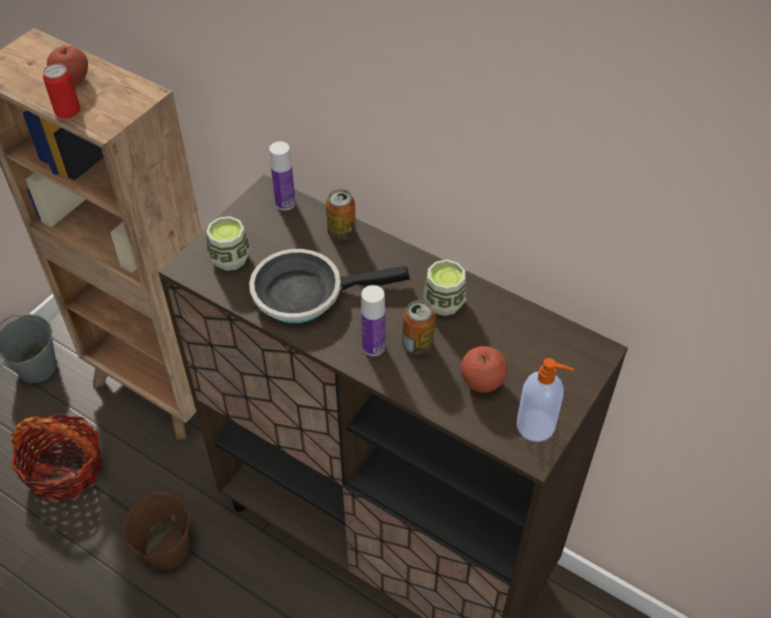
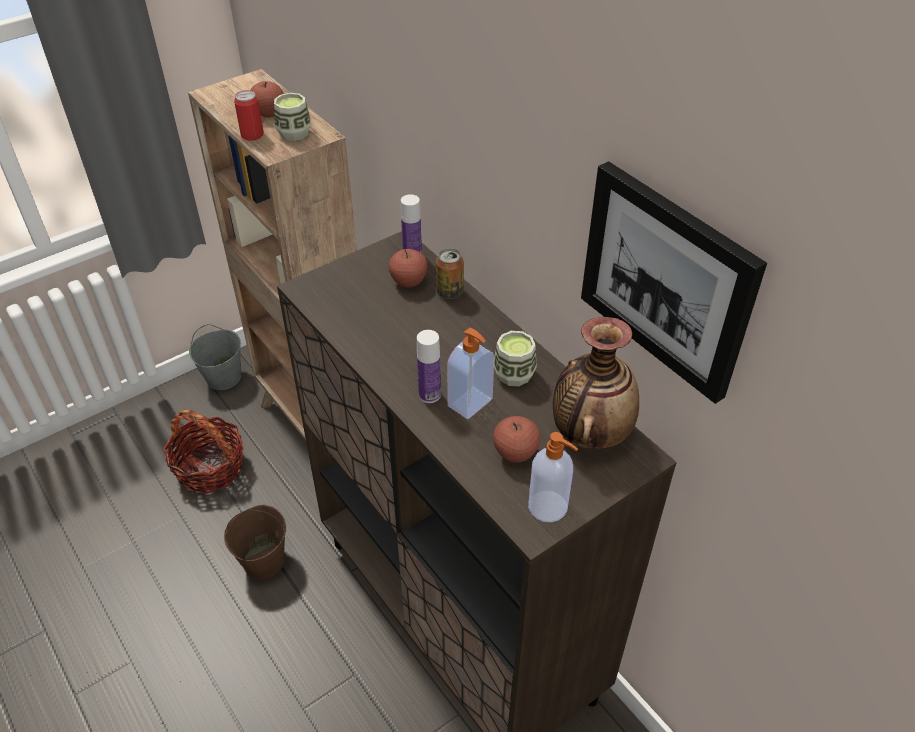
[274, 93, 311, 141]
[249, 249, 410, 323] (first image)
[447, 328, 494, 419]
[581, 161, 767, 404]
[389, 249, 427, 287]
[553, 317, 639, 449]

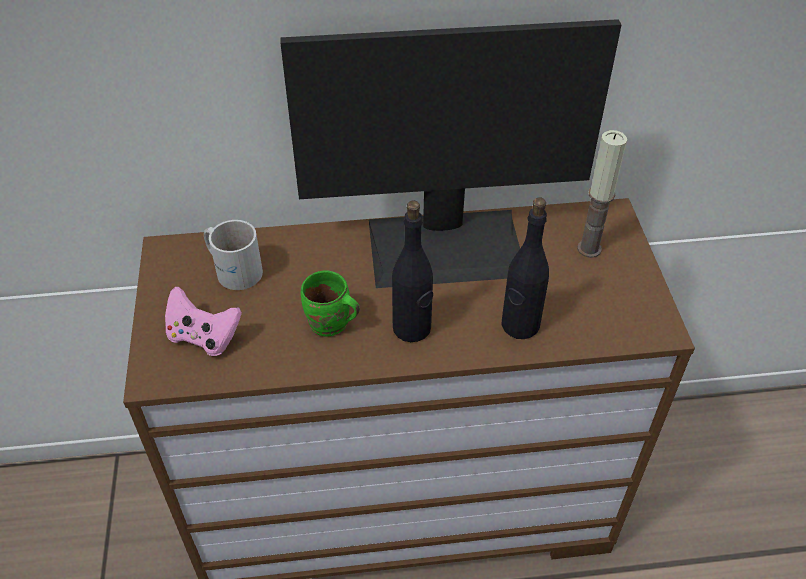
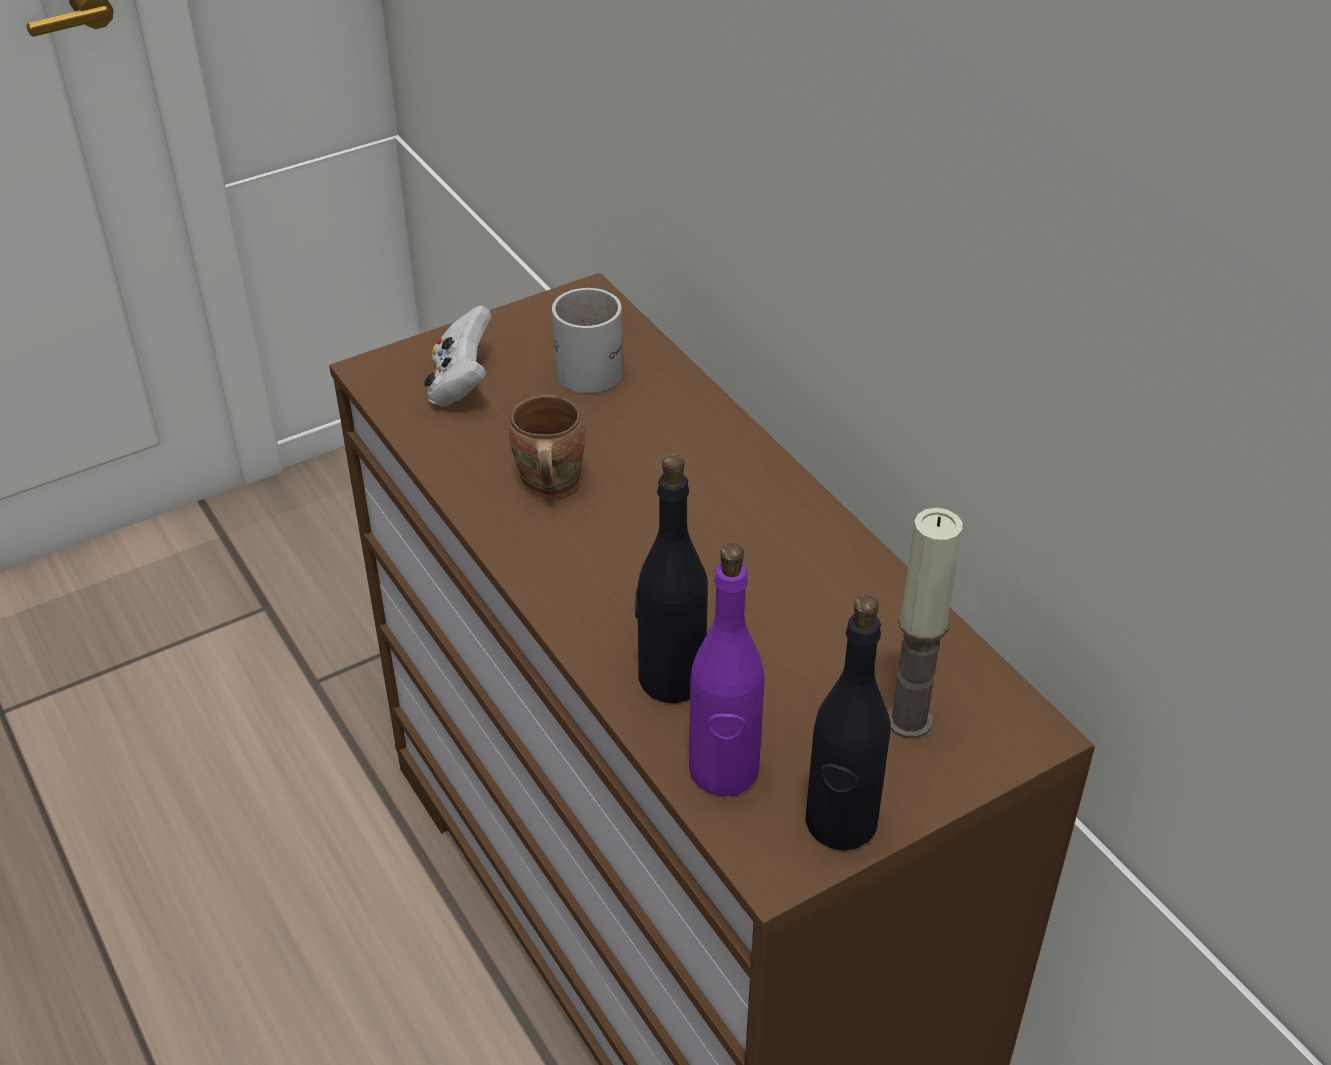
[280, 19, 621, 288] (first image)
[805, 595, 891, 851]
[509, 395, 585, 498]
[424, 306, 491, 407]
[689, 543, 765, 796]

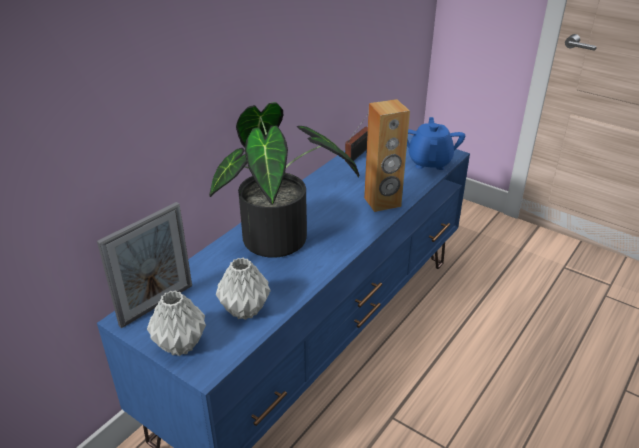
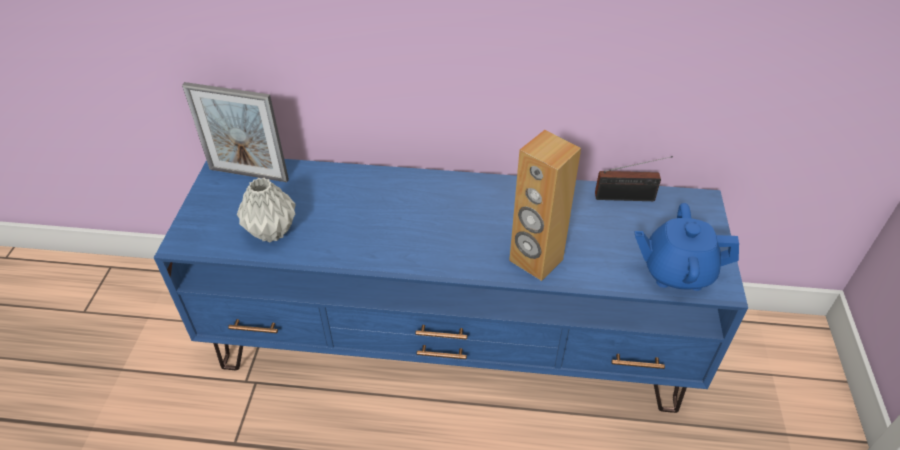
[209, 102, 360, 258] (first image)
[635, 203, 739, 291]
[147, 290, 206, 356] (first image)

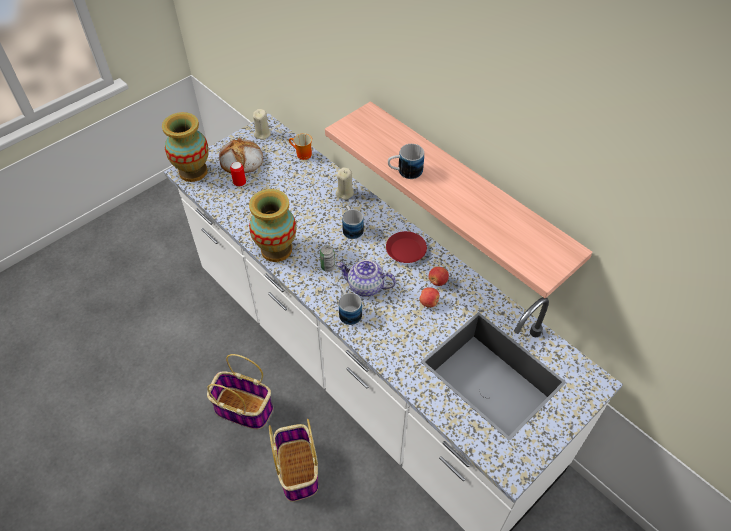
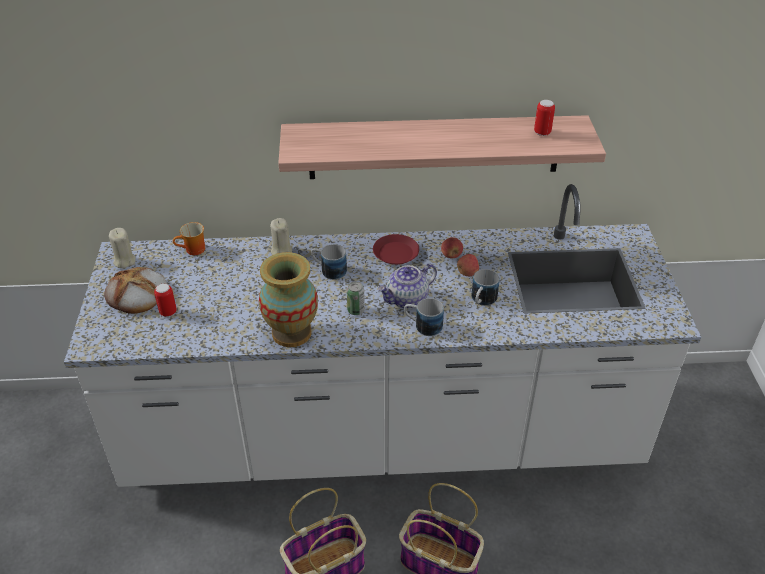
[162, 112, 209, 182] (first image)
[471, 269, 499, 306]
[534, 100, 555, 136]

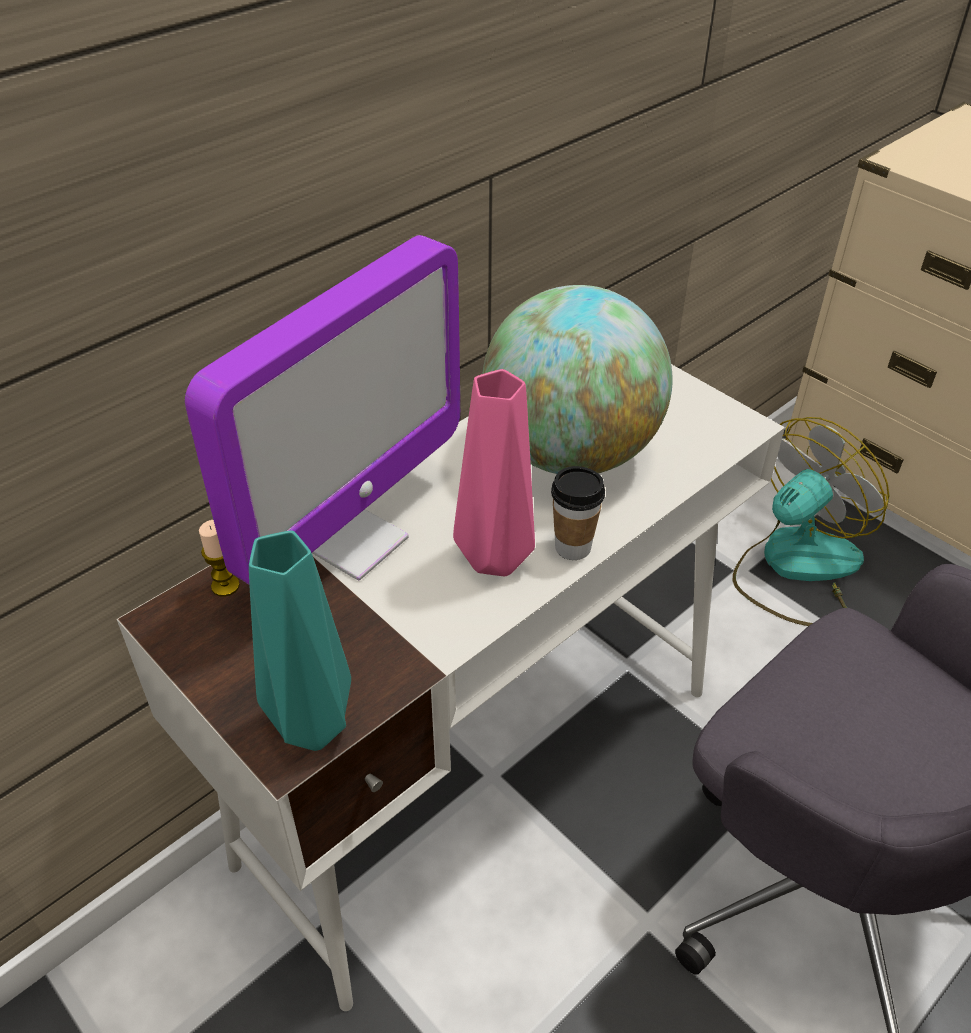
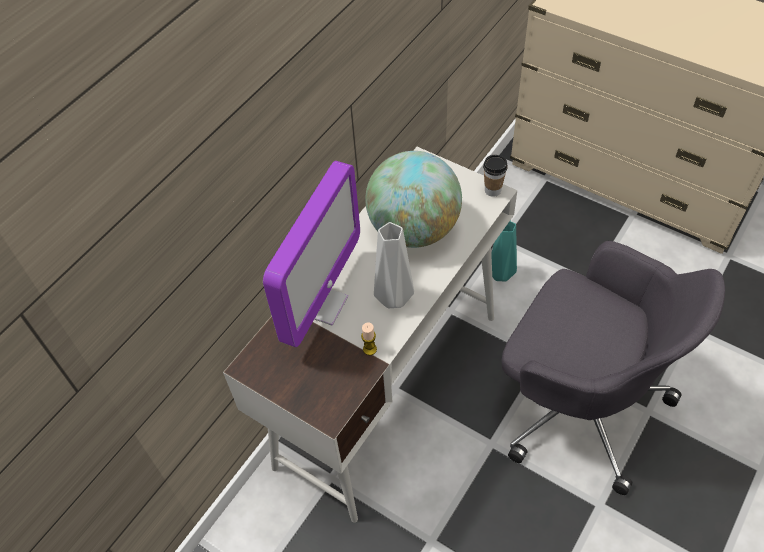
[374, 222, 414, 308]
[733, 417, 889, 626] (first image)
[483, 155, 508, 197]
[361, 322, 377, 355]
[491, 221, 517, 281]

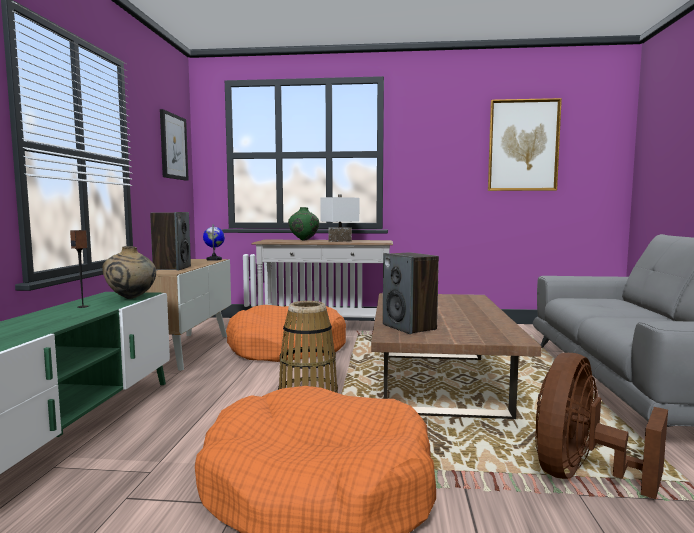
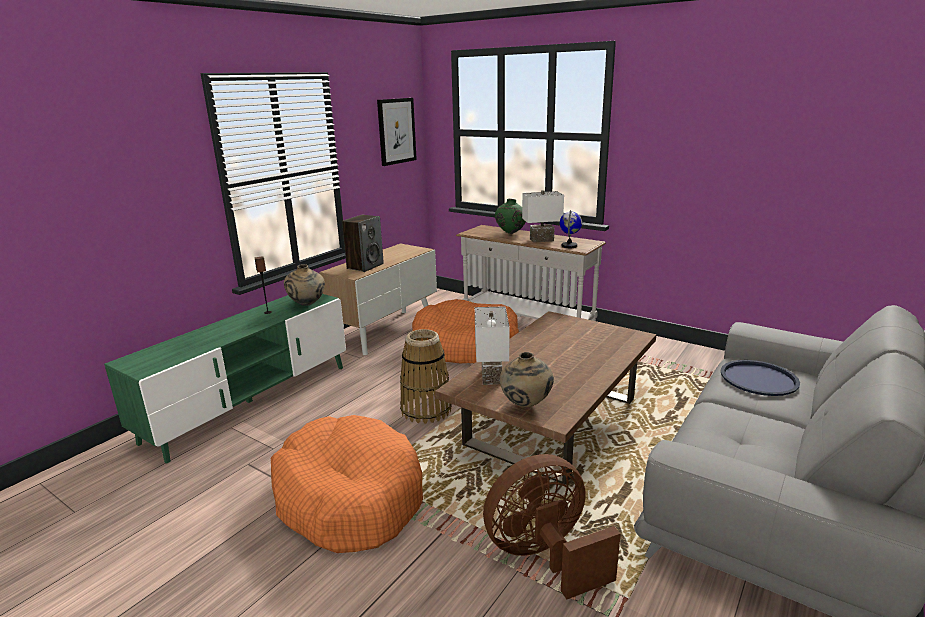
[488, 98, 562, 191] (first image)
[560, 210, 582, 248]
[475, 306, 509, 385]
[500, 352, 554, 407]
[721, 360, 800, 396]

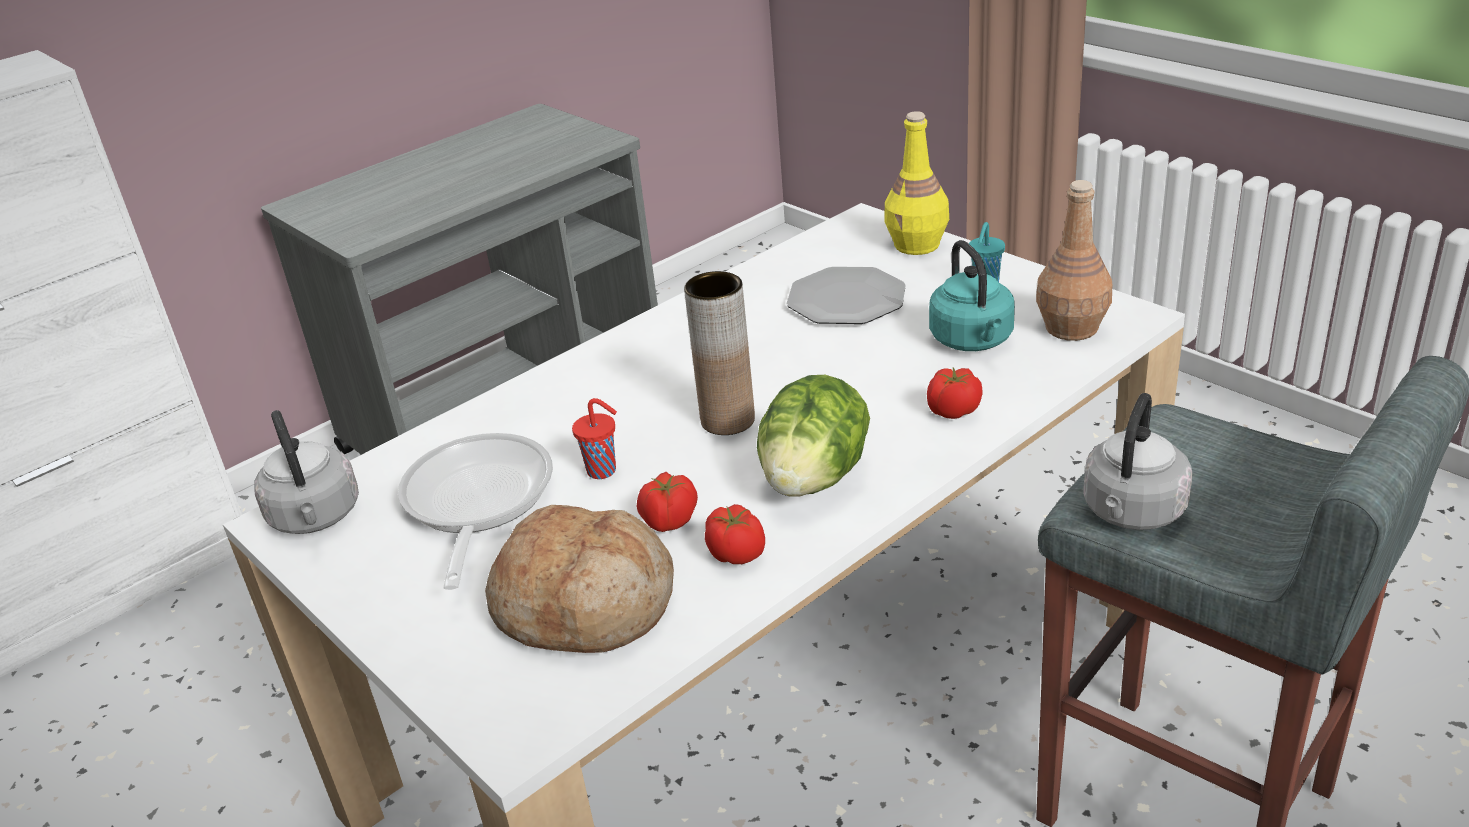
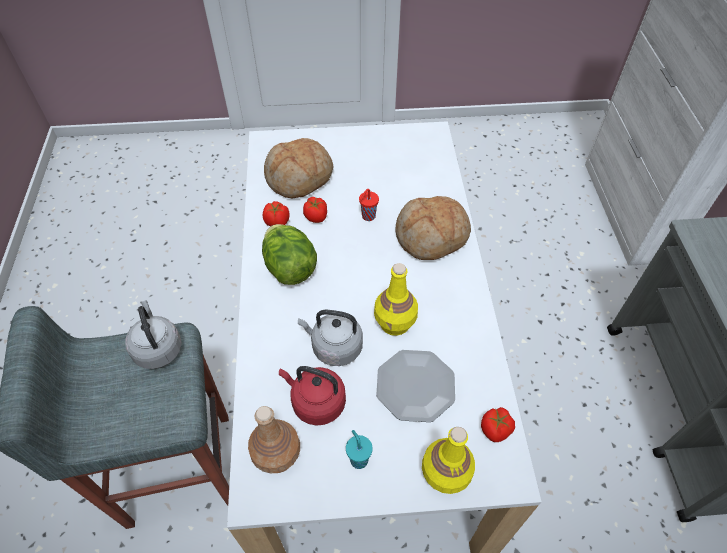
[279, 366, 346, 426]
[684, 271, 755, 435] (first image)
[481, 407, 515, 442]
[298, 310, 363, 366]
[398, 433, 553, 590] (first image)
[395, 196, 471, 260]
[374, 263, 418, 336]

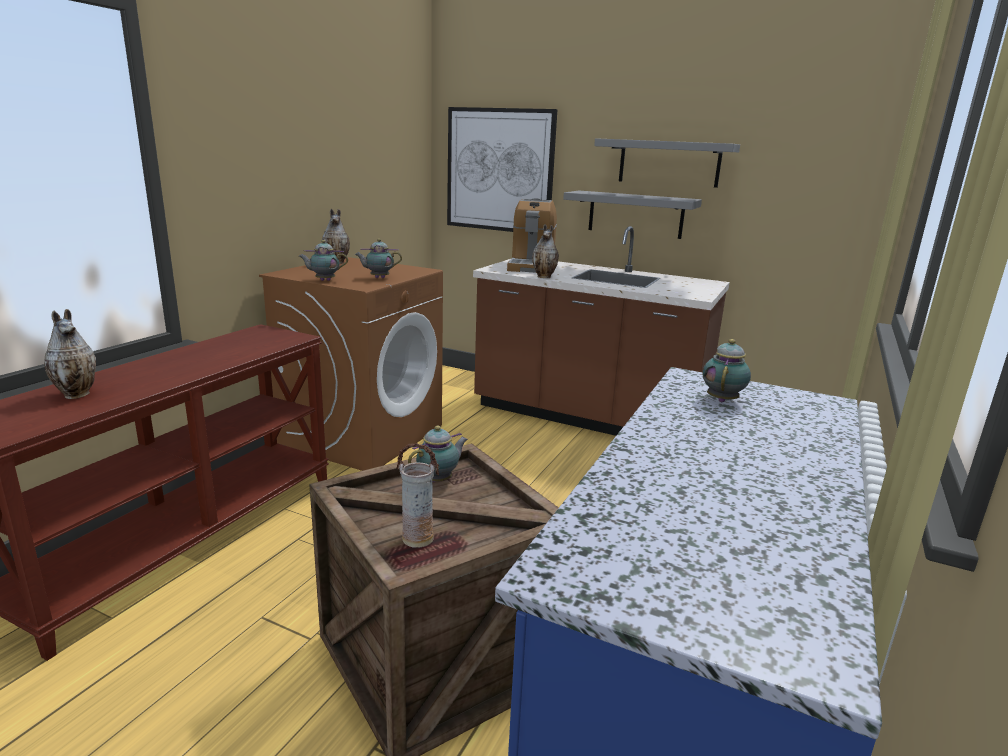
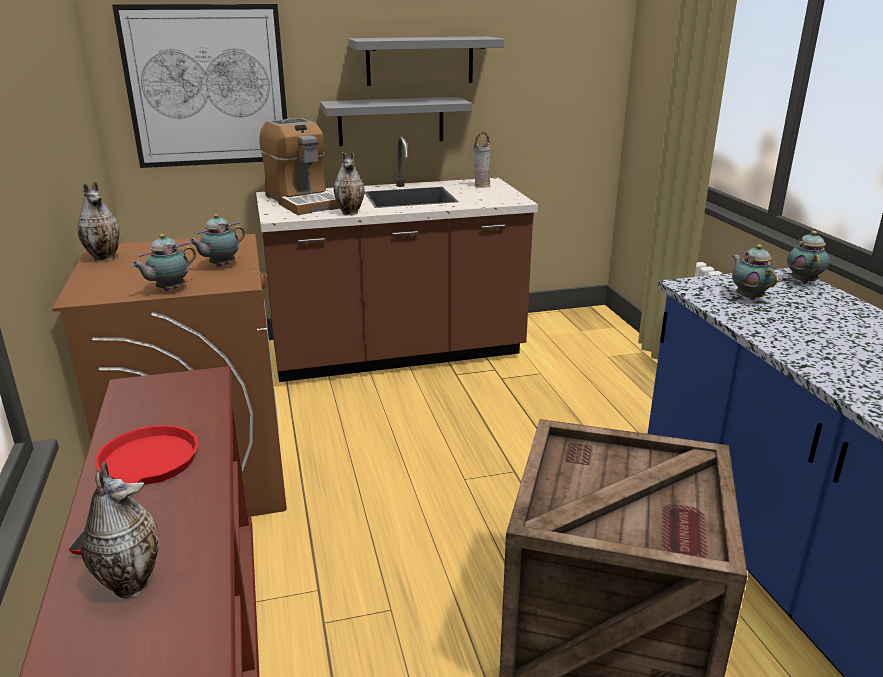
[787, 231, 829, 284]
[474, 132, 491, 188]
[69, 425, 199, 555]

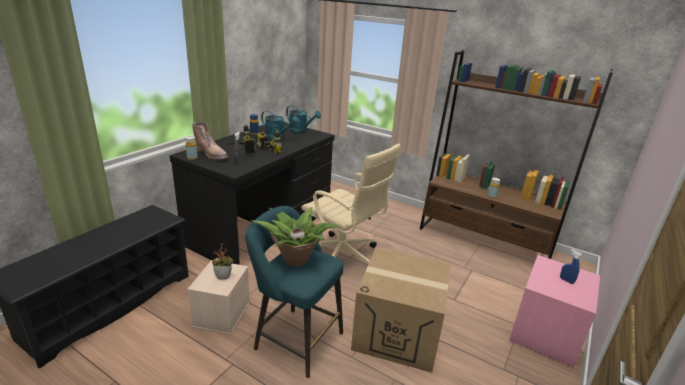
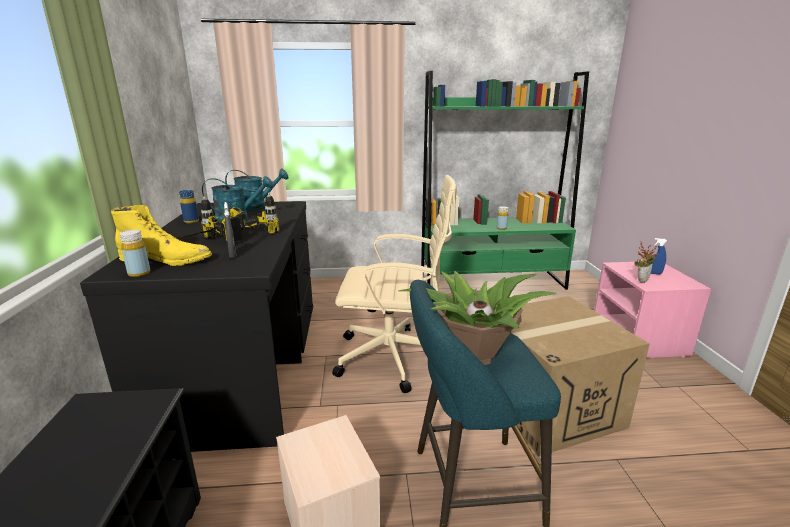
[421, 71, 589, 290]
[111, 205, 212, 266]
[634, 241, 658, 283]

